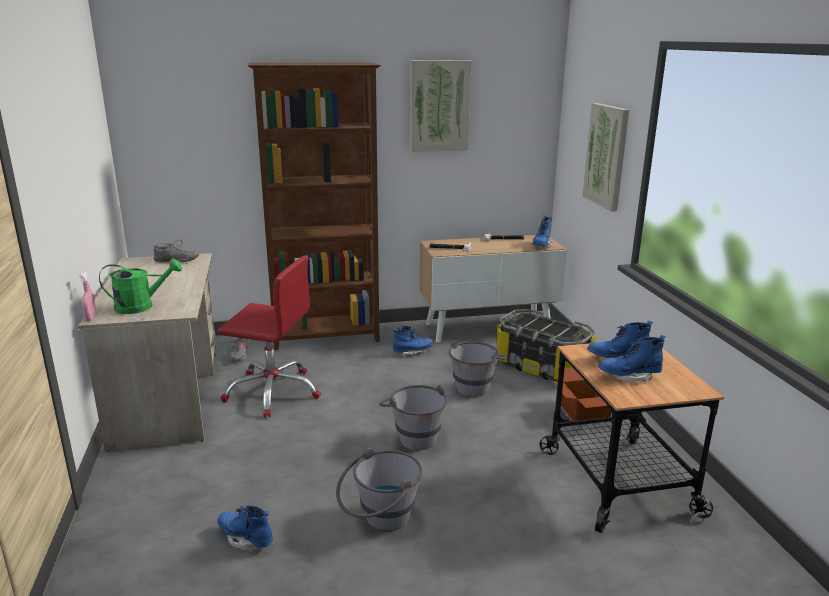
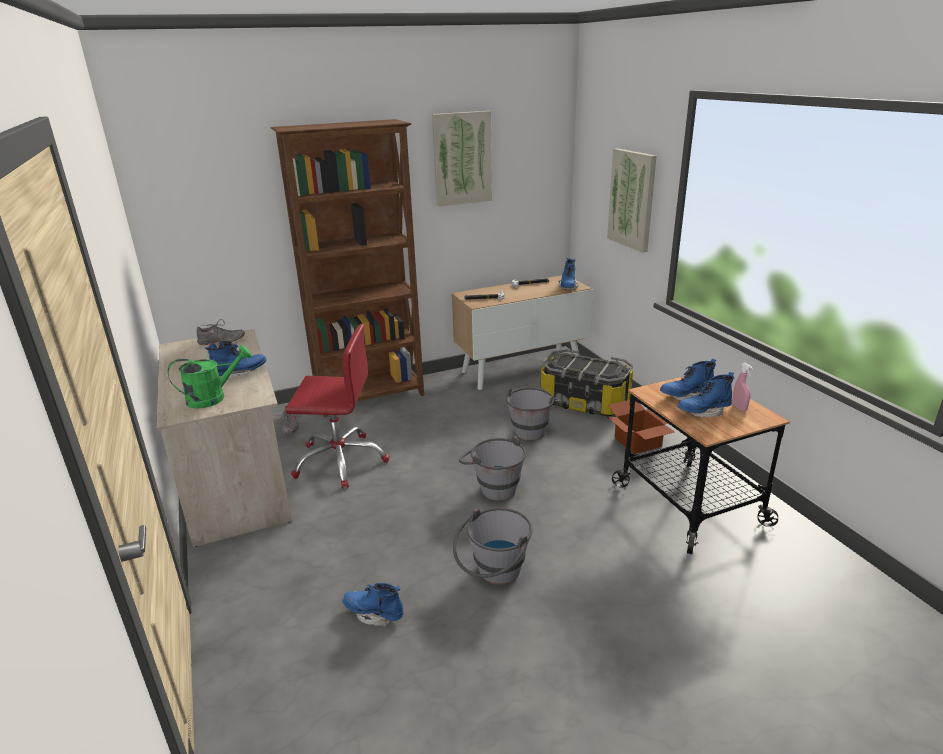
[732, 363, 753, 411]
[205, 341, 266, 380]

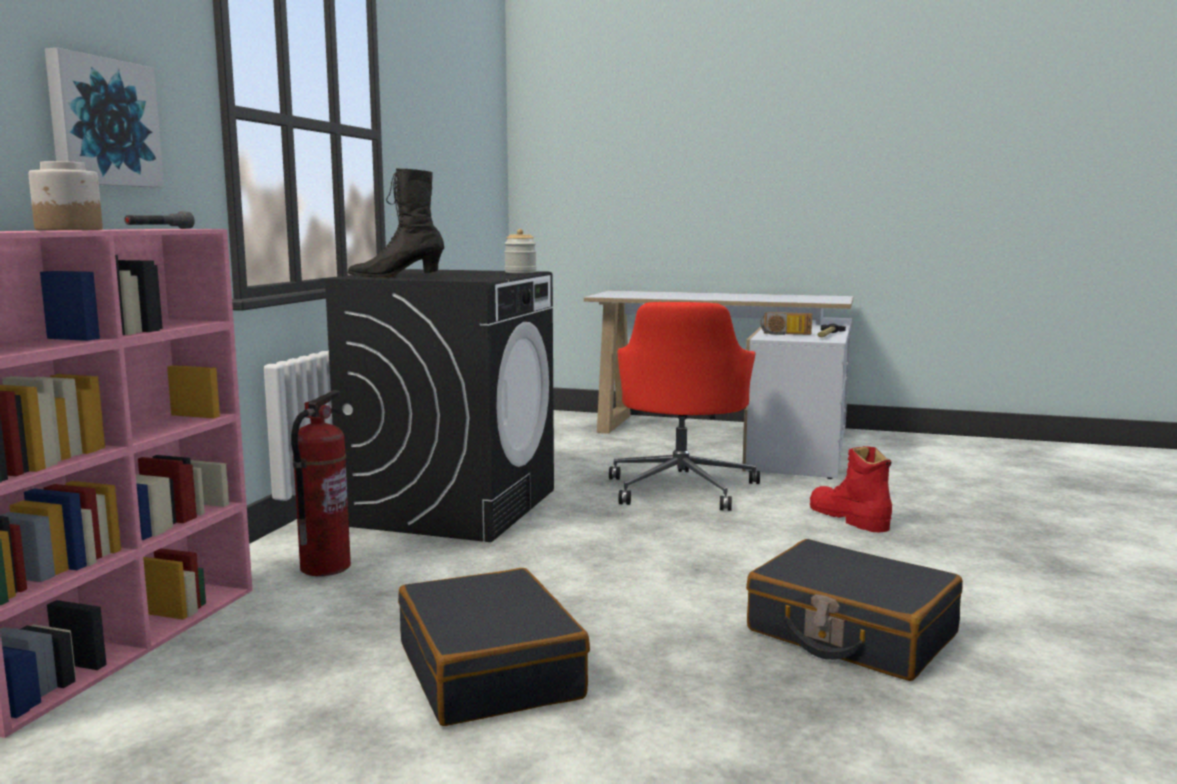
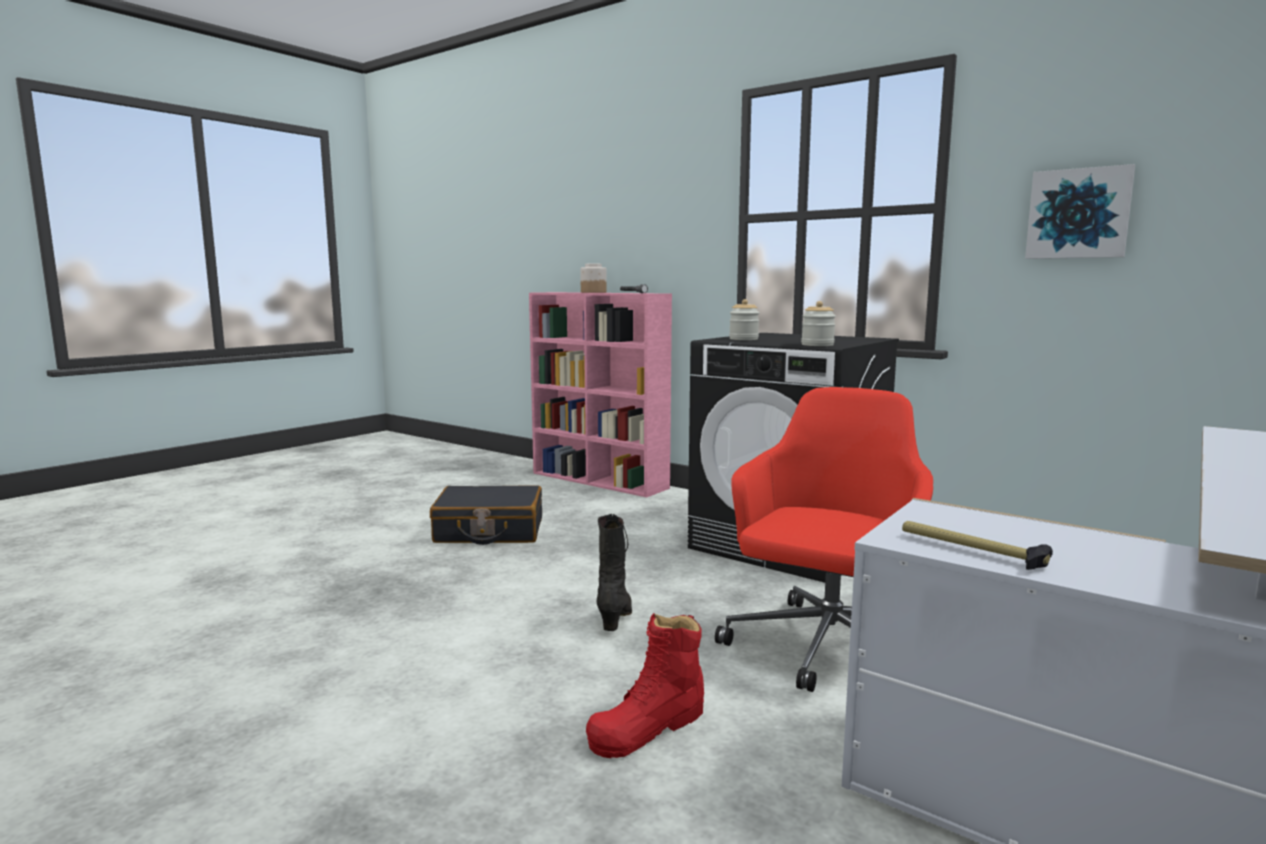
[1025, 164, 1135, 259]
[597, 514, 632, 631]
[715, 387, 933, 692]
[760, 312, 812, 335] (first image)
[291, 390, 351, 576] (first image)
[586, 613, 704, 758]
[746, 539, 963, 681] (first image)
[729, 299, 759, 340]

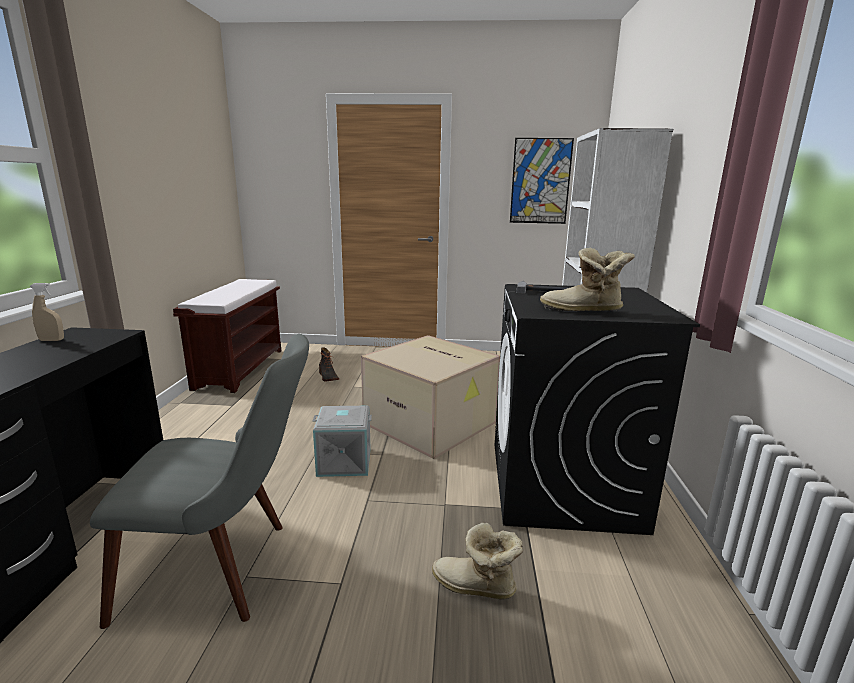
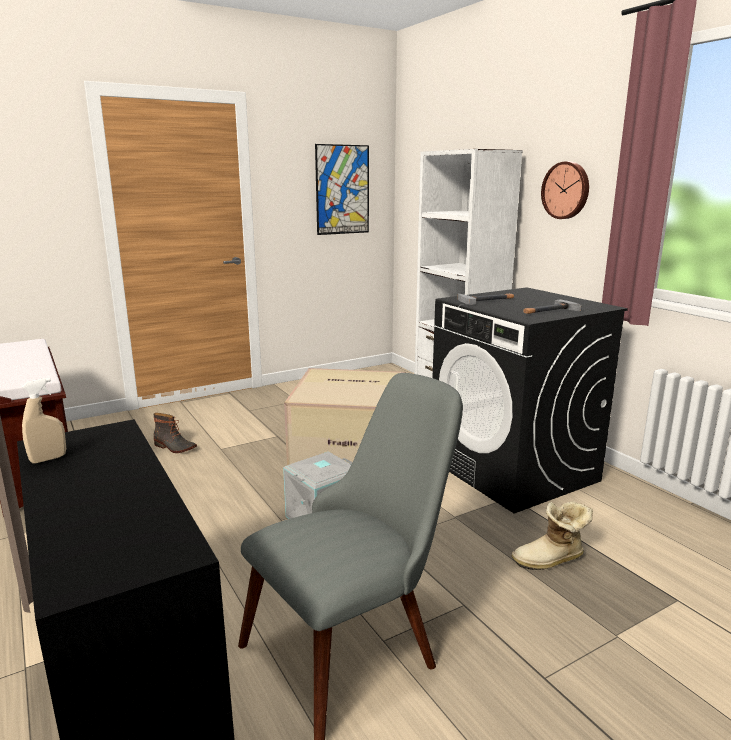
[523, 299, 582, 314]
[541, 161, 589, 219]

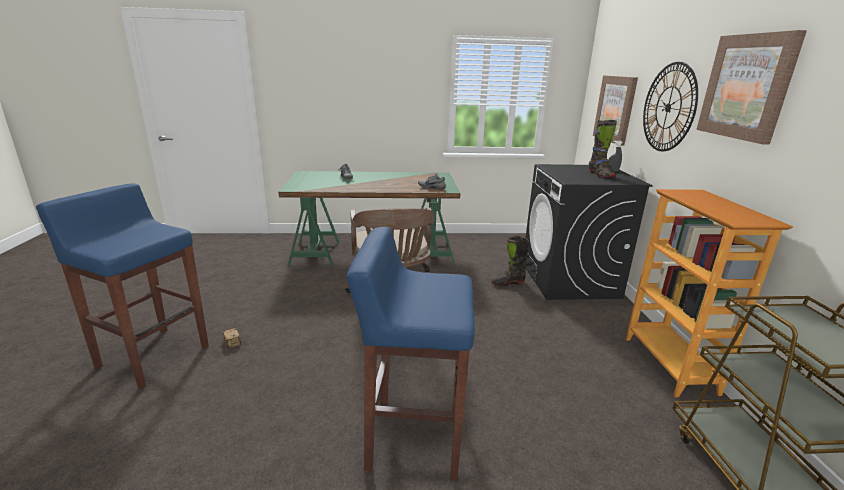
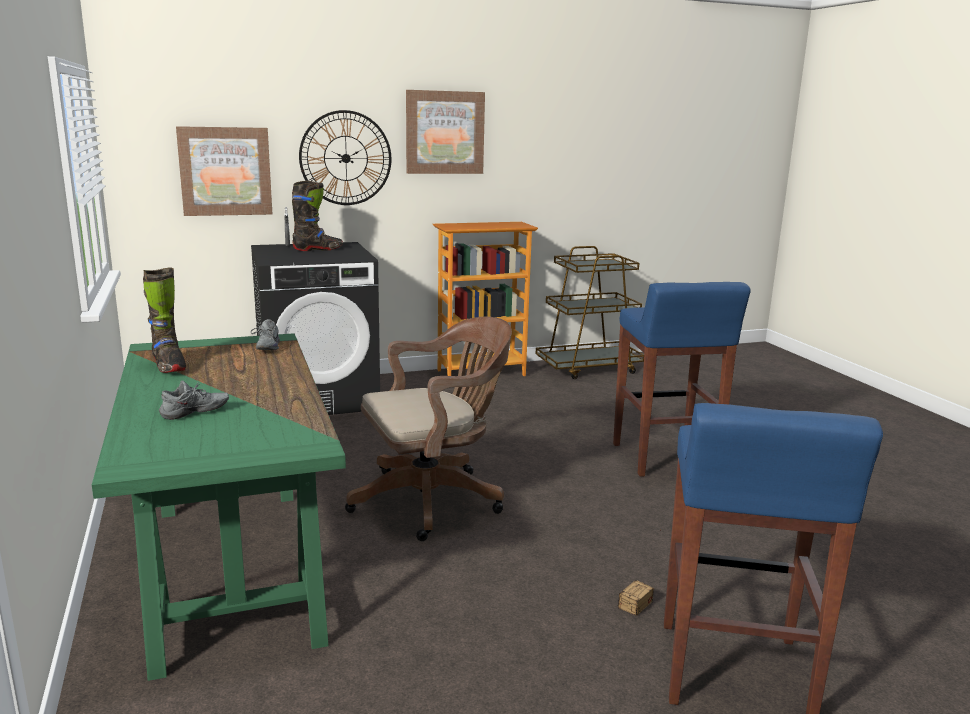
[143, 267, 186, 373]

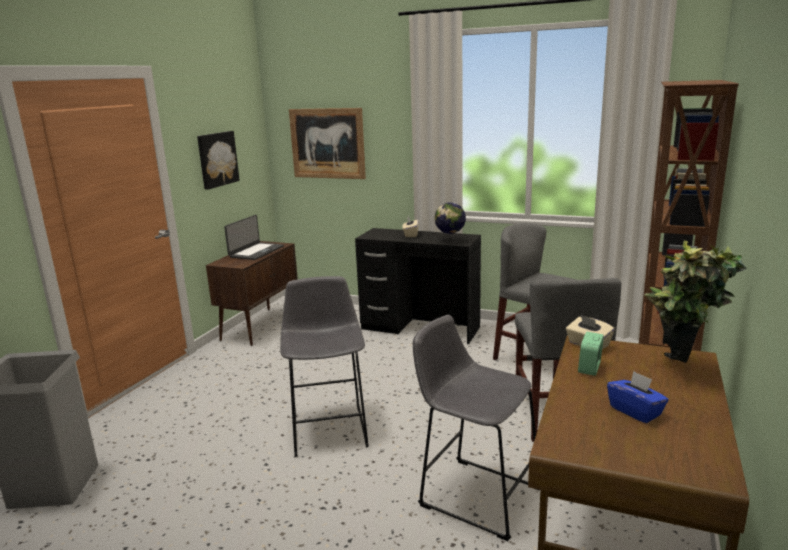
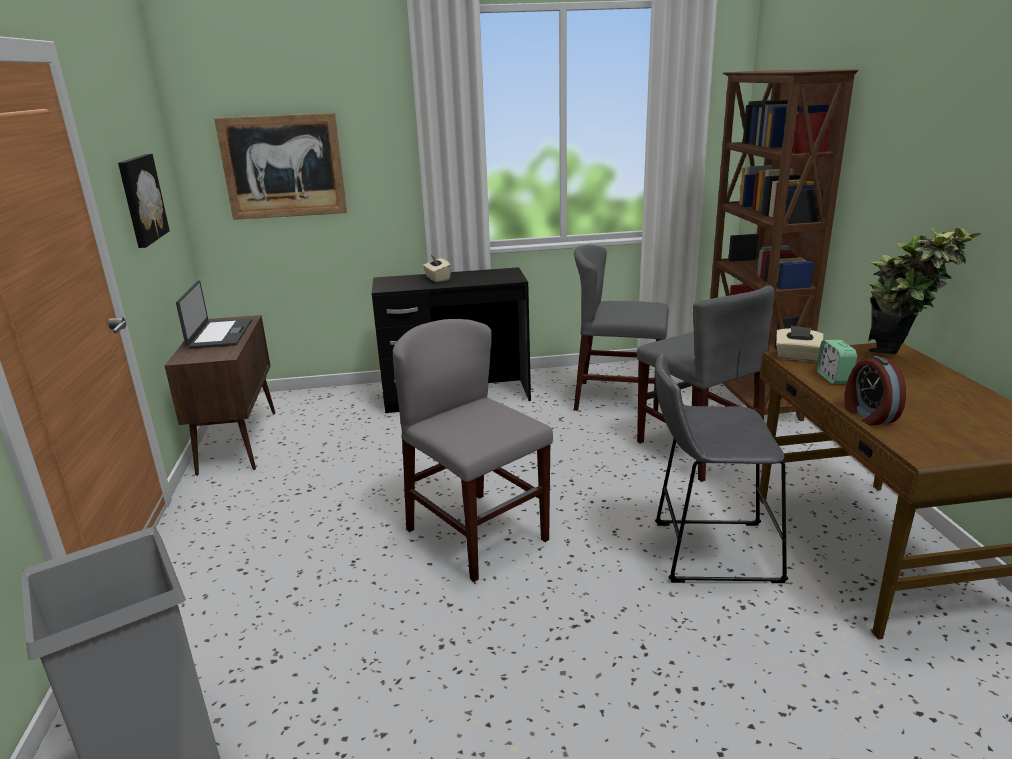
[435, 203, 466, 243] (first image)
[393, 319, 553, 582]
[607, 371, 669, 423] (first image)
[844, 356, 906, 426]

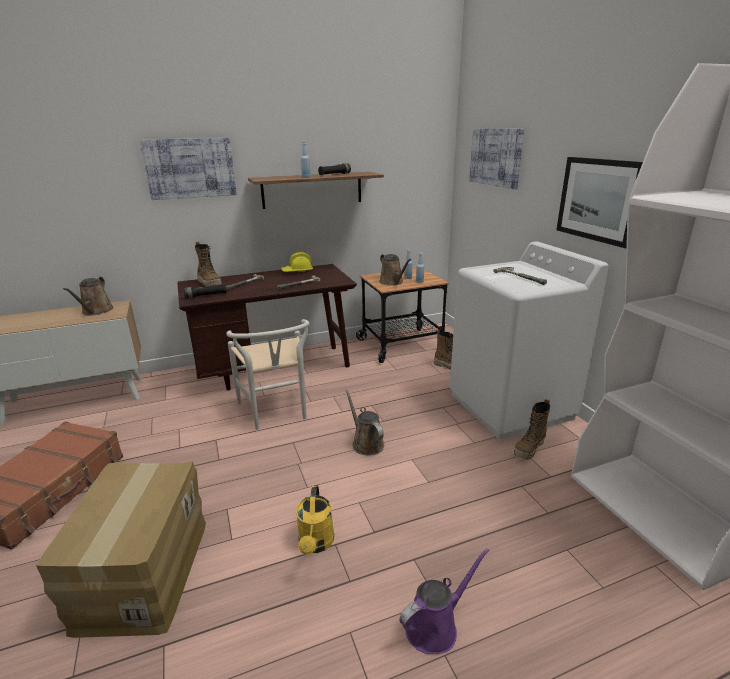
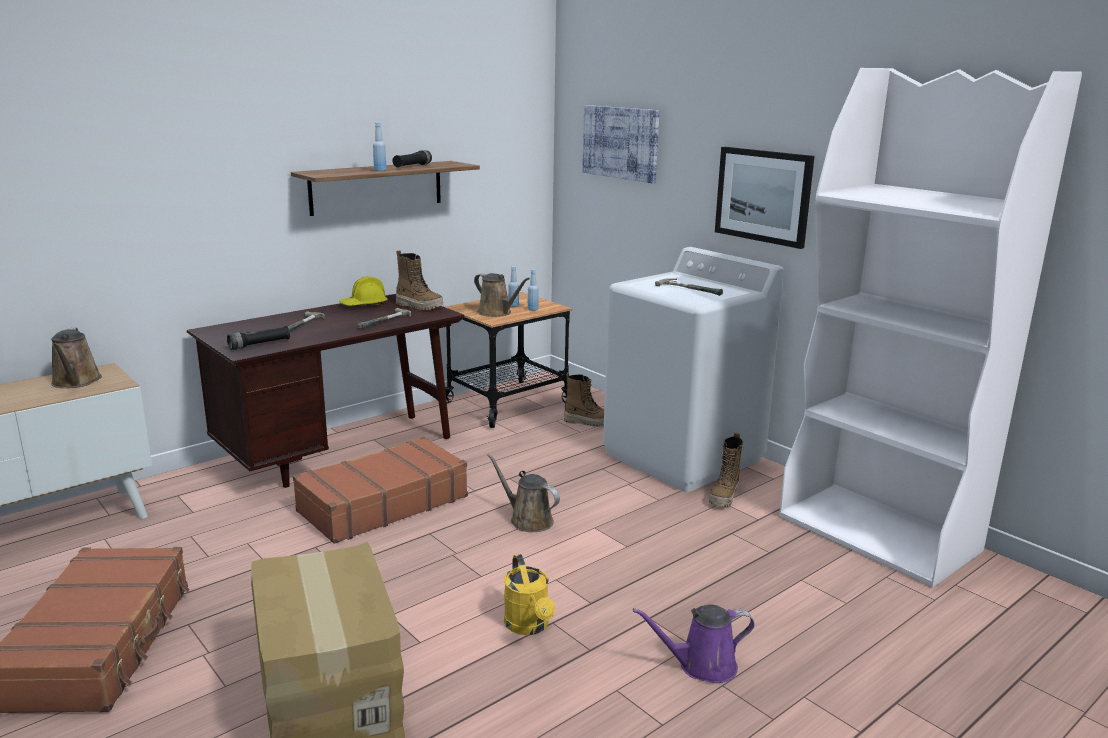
[140, 138, 237, 200] (first image)
[396, 250, 443, 310]
[293, 437, 468, 544]
[633, 605, 755, 683]

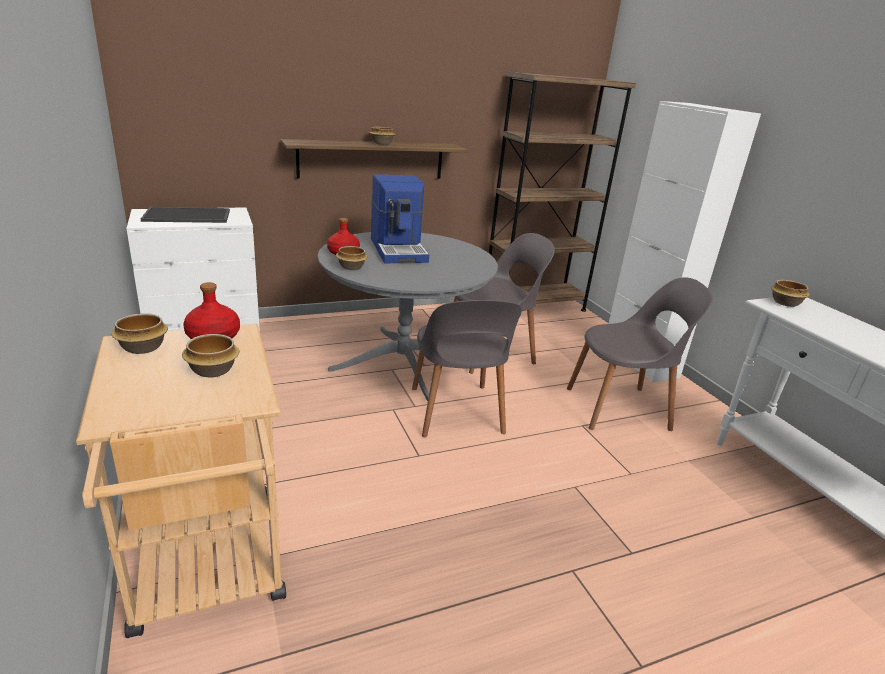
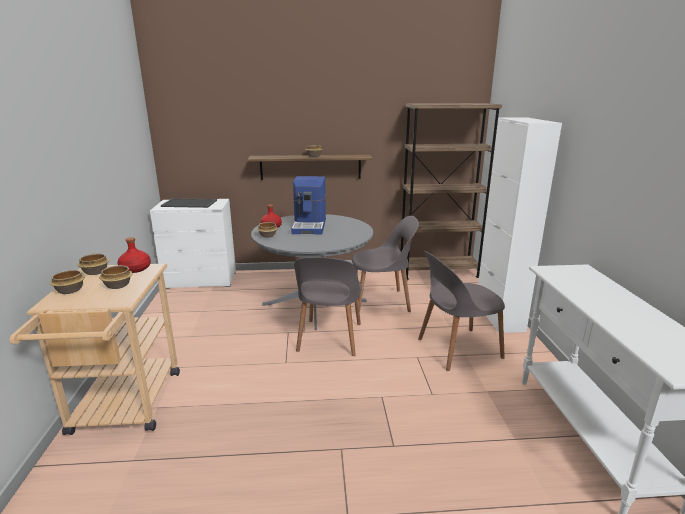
[418, 251, 505, 371]
[50, 270, 85, 294]

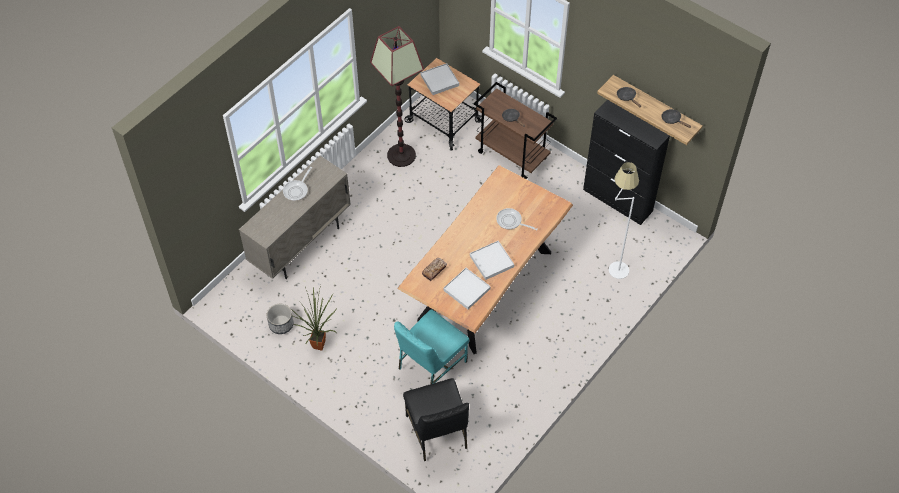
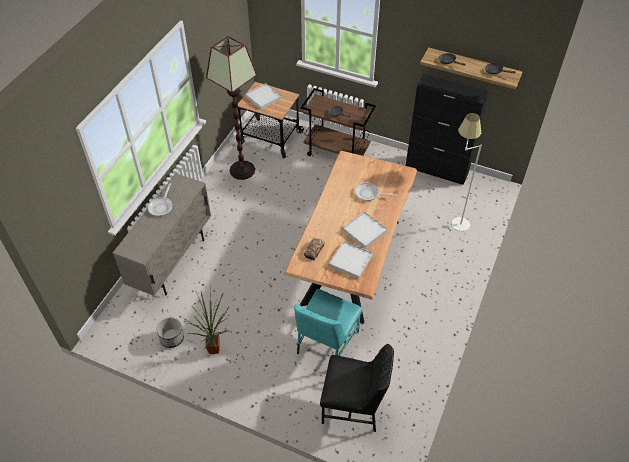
[320, 344, 394, 432]

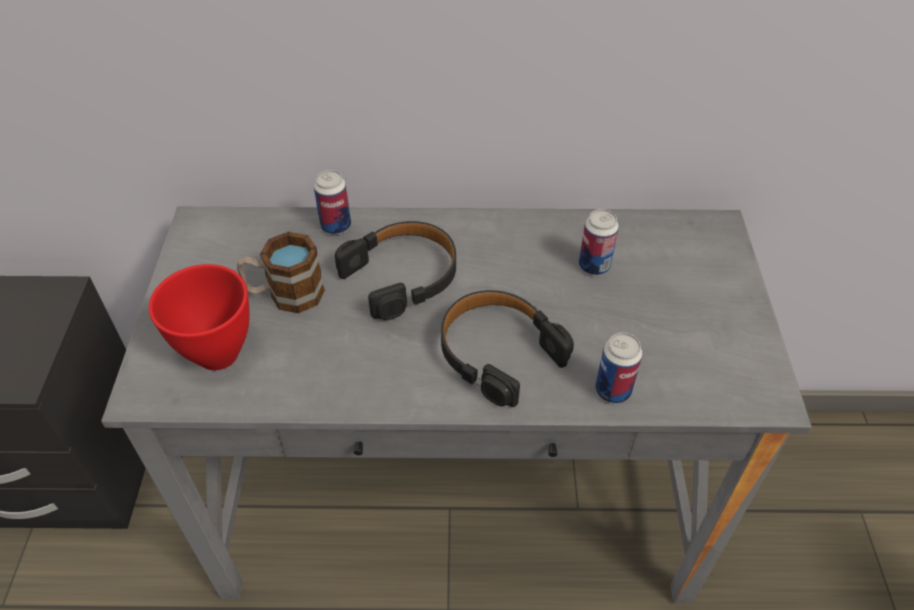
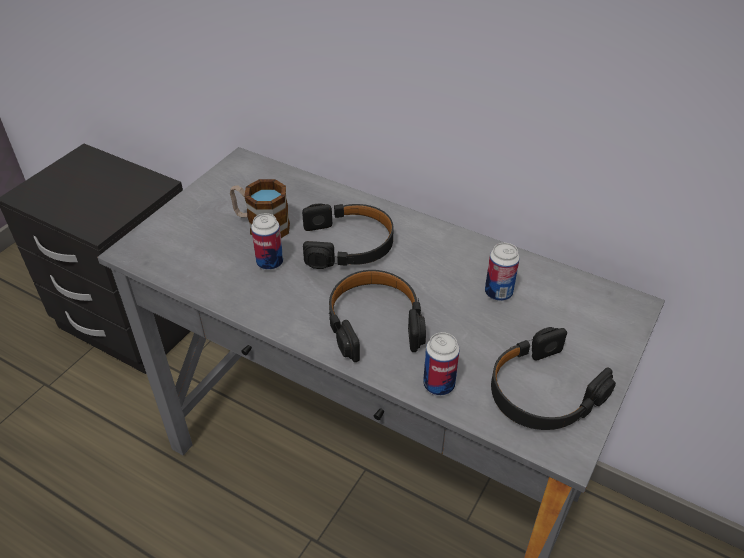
[251, 213, 283, 270]
[149, 264, 250, 370] (first image)
[491, 327, 616, 430]

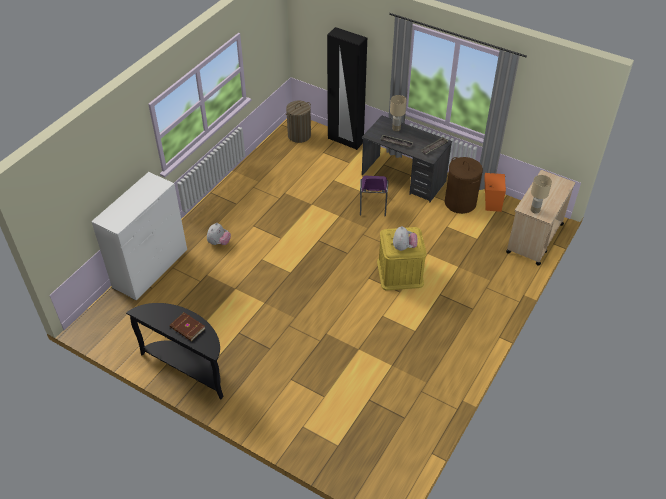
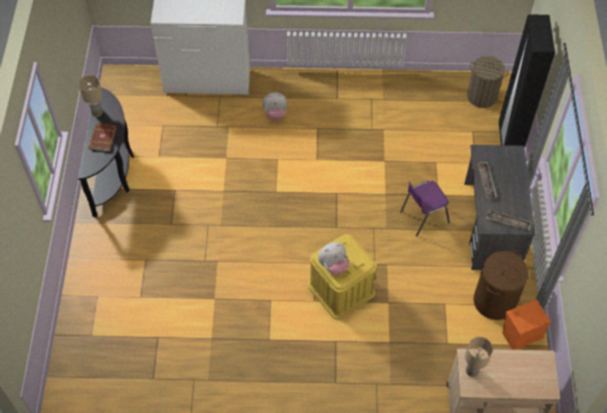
[78, 75, 103, 117]

